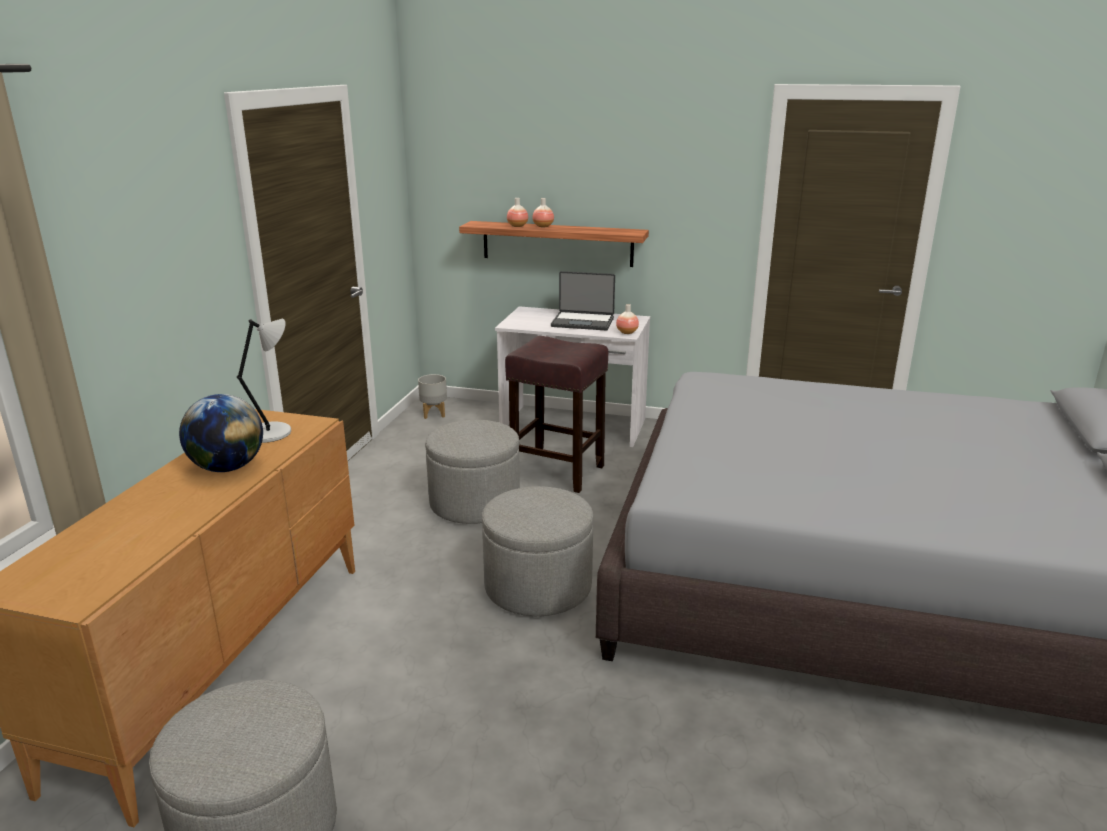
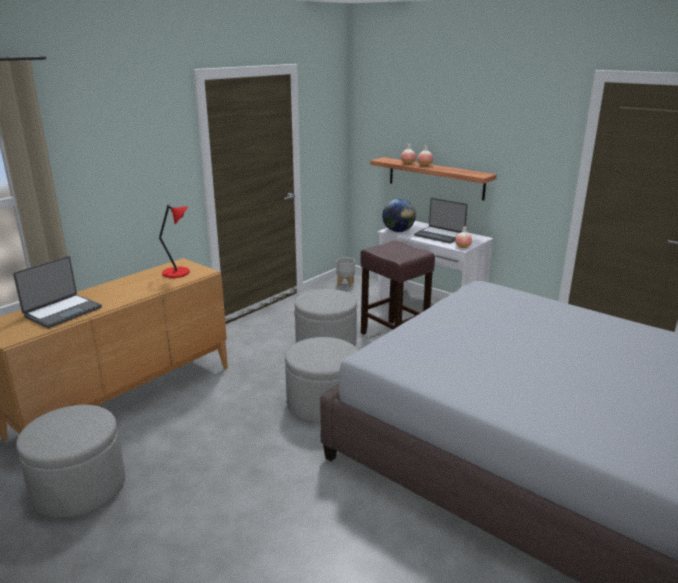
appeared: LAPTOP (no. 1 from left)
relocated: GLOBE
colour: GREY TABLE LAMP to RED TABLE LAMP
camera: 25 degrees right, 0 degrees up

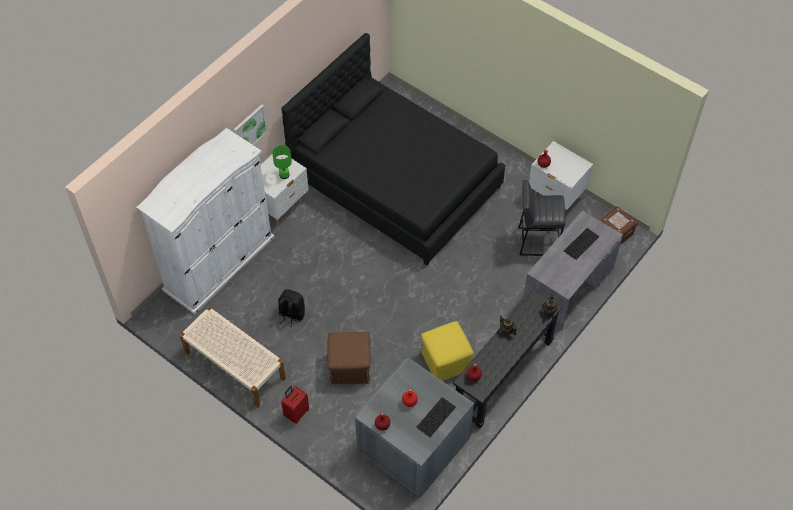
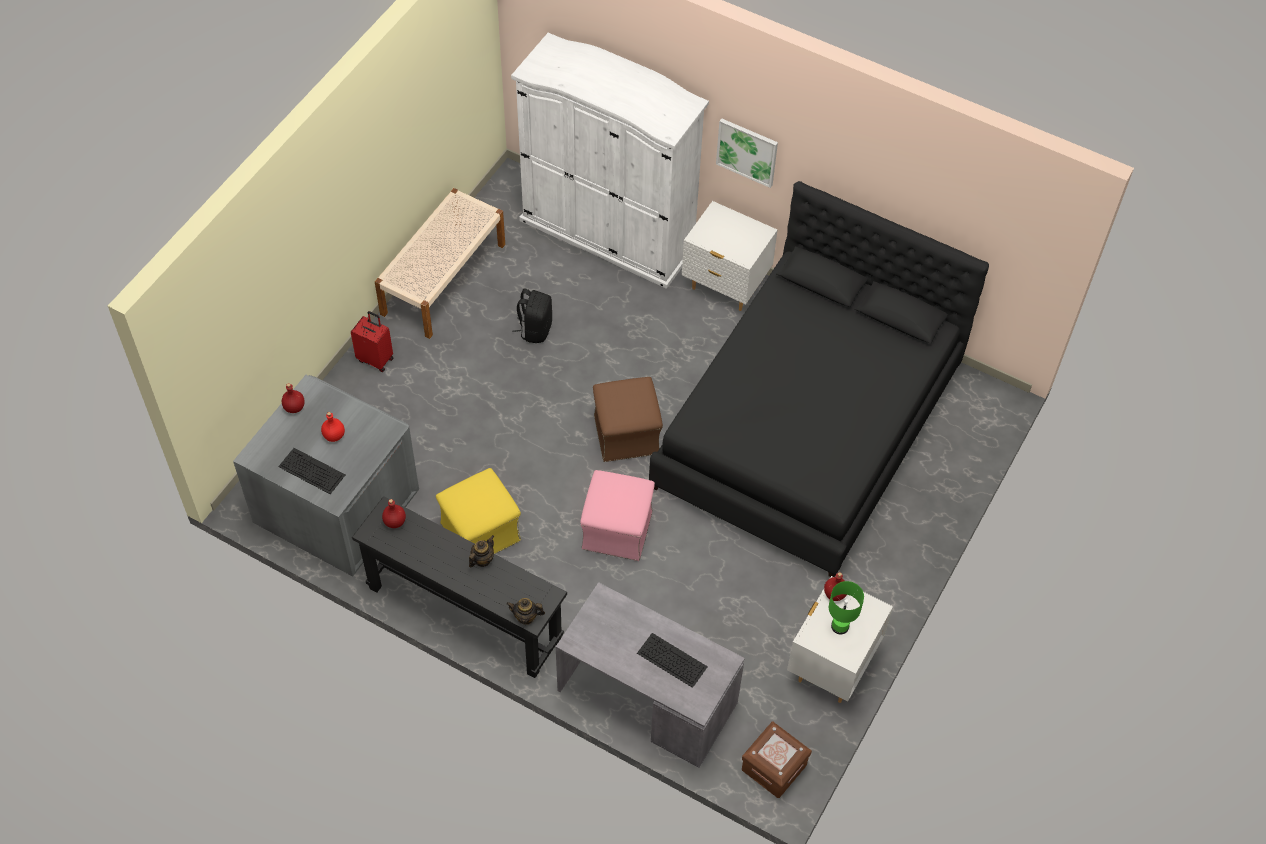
missing: GREY STOOL
appeared: PINK OTTOMAN
relocated: GREEN TABLE LAMP; BROWN OTTOMAN
camera: 80 degrees right, 0 degrees up

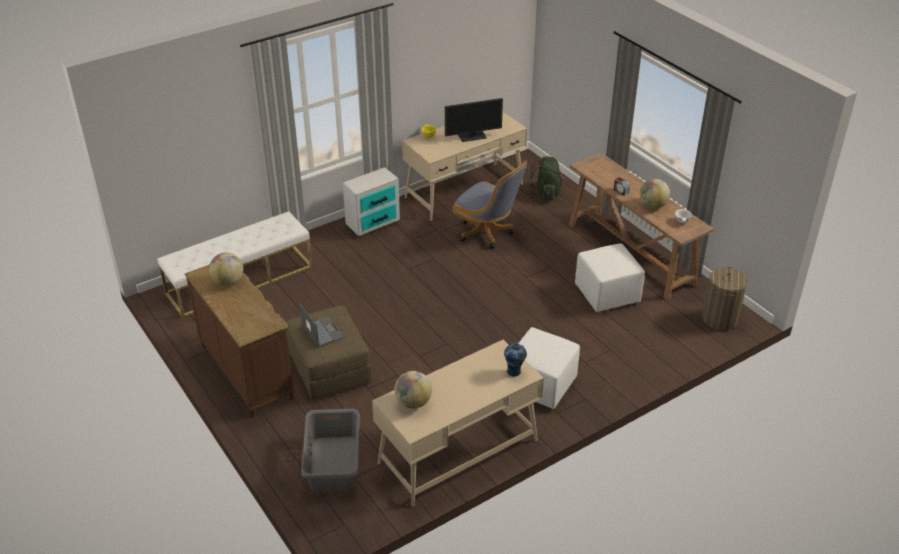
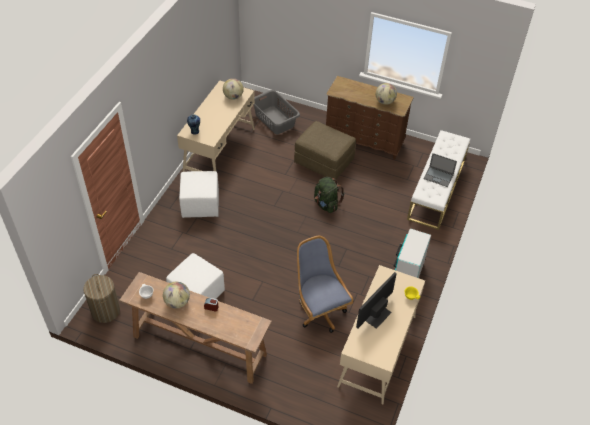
relocated: LAPTOP; GREEN BACKPACK
spun: BLUE OFFICE CHAIR 60 degrees clockwise
camera: 145 degrees right, 10 degrees up

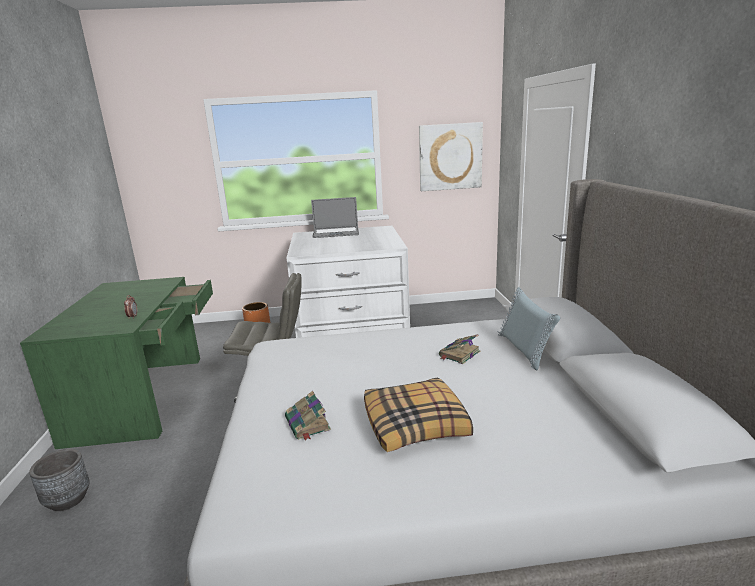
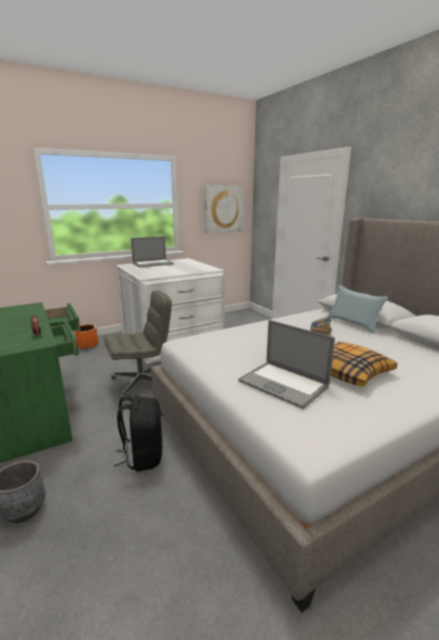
appeared: BLACK BACKPACK
exchanged: BOOK (no. 1 from left) to LAPTOP (no. 2 from left)
camera: 25 degrees left, 0 degrees up

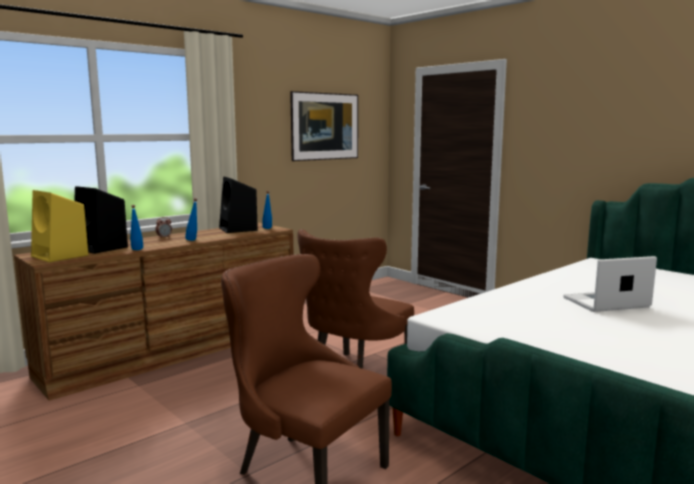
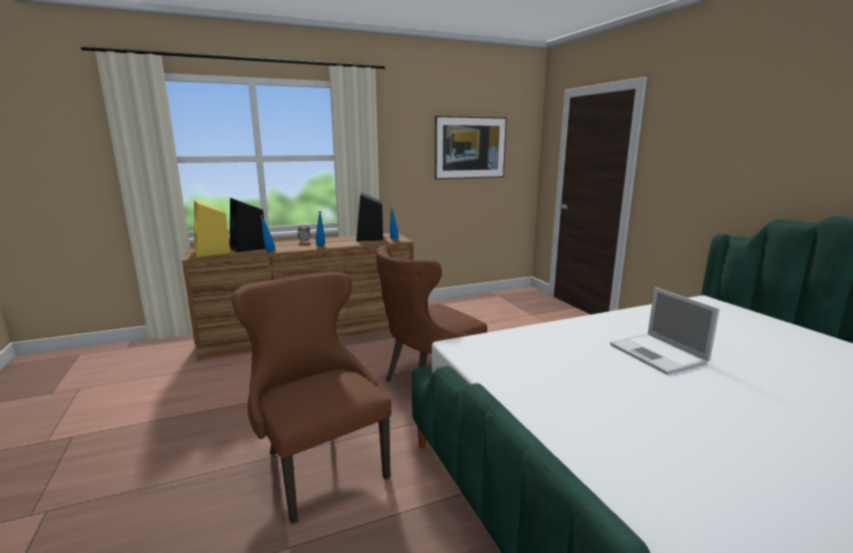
spun: LAPTOP 120 degrees counterclockwise
camera: 20 degrees right, 5 degrees up

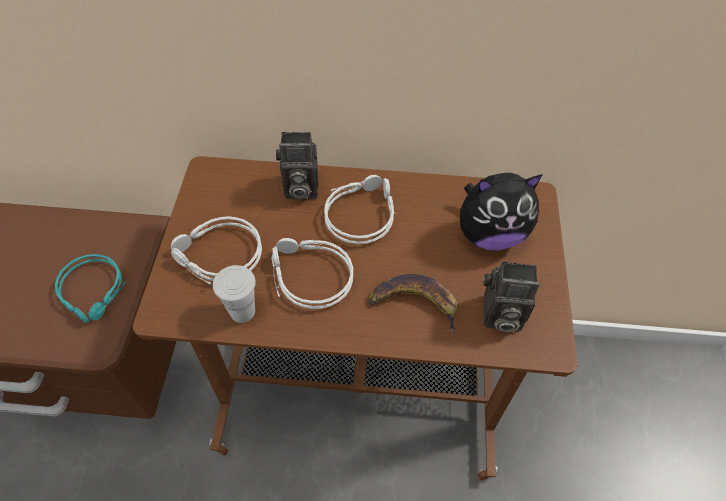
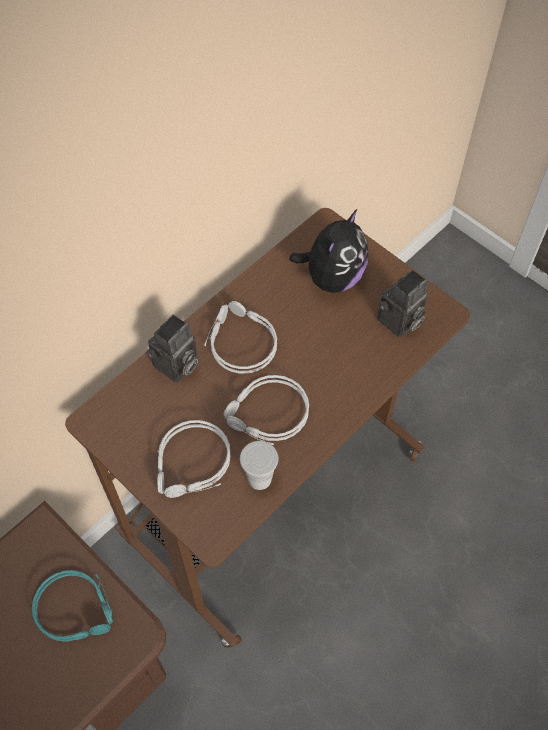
missing: BANANA
camera: 50 degrees left, 5 degrees up

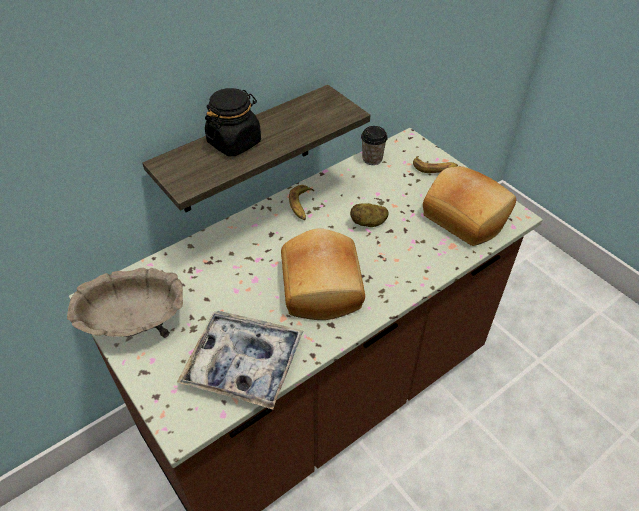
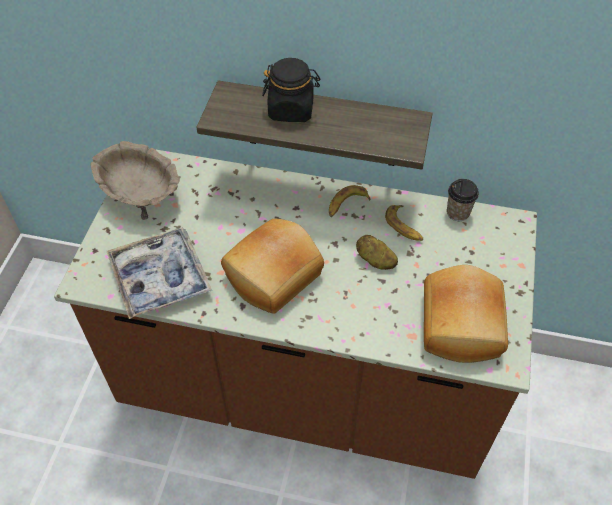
relocated: BANANA (no. 2 from left)
camera: 50 degrees right, 5 degrees up

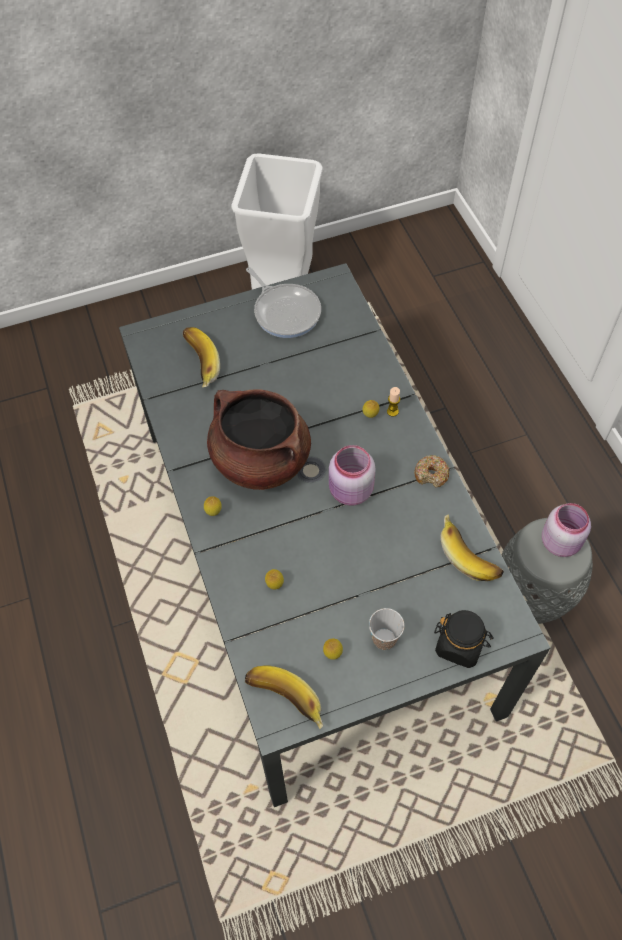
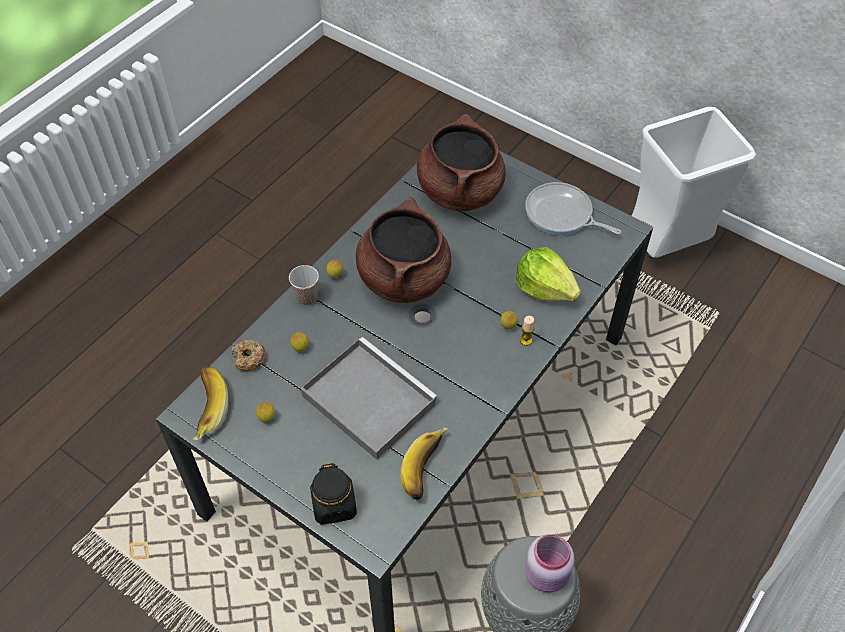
missing: PINK JAR (no. 1 from left)
appeared: GREY TRAY; LETTUCE
relocated: CUP; DONUT
exchanged: BANANA (no. 1 from left) to BROWN COOKING POT (no. 2 from left)
spun: FRYING PAN 105 degrees clockwise
camera: 55 degrees right, 5 degrees down

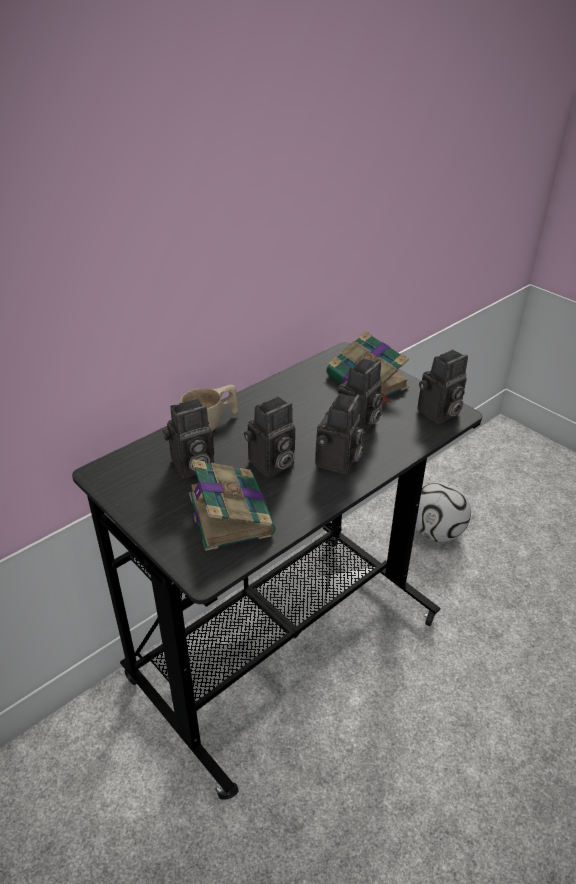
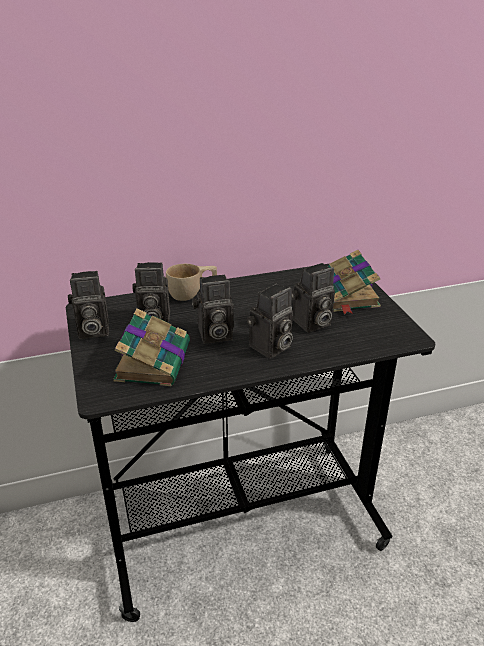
missing: FOOTBALL
relocated: PHOTO CAMERA (no. 5 from left in the first image) to PHOTO CAMERA (no. 1 from left)
camera: 25 degrees right, 5 degrees down

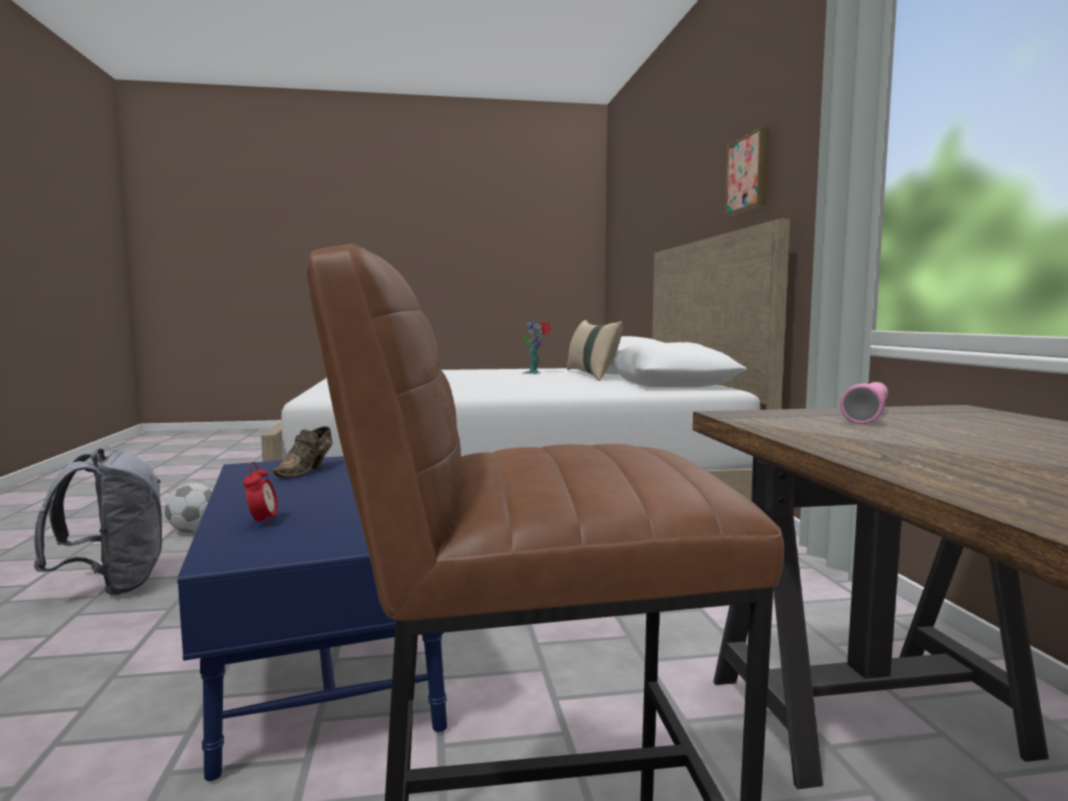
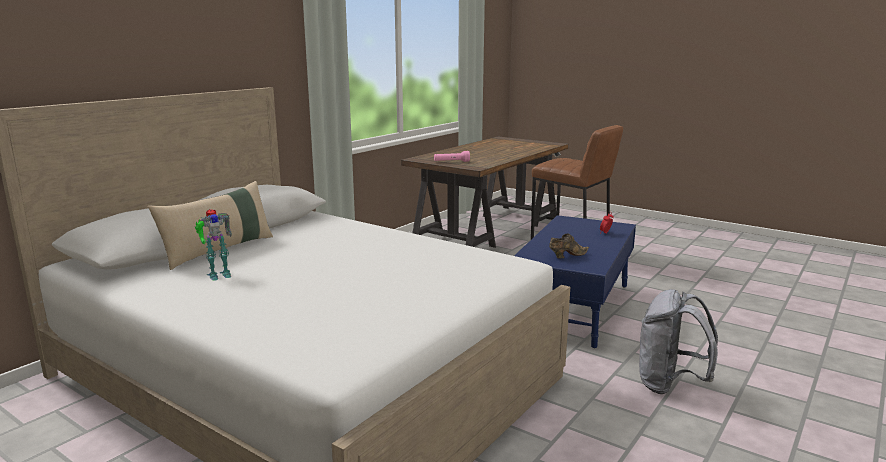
missing: FOOTBALL; PICTURE
camera: 135 degrees left, 10 degrees up

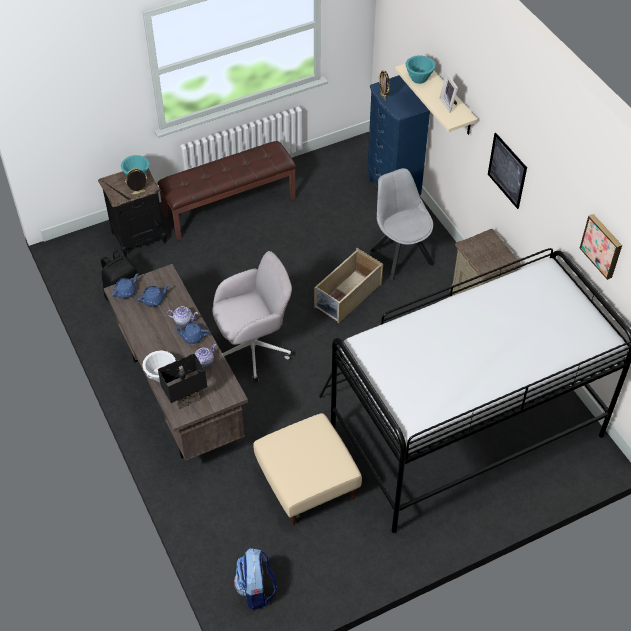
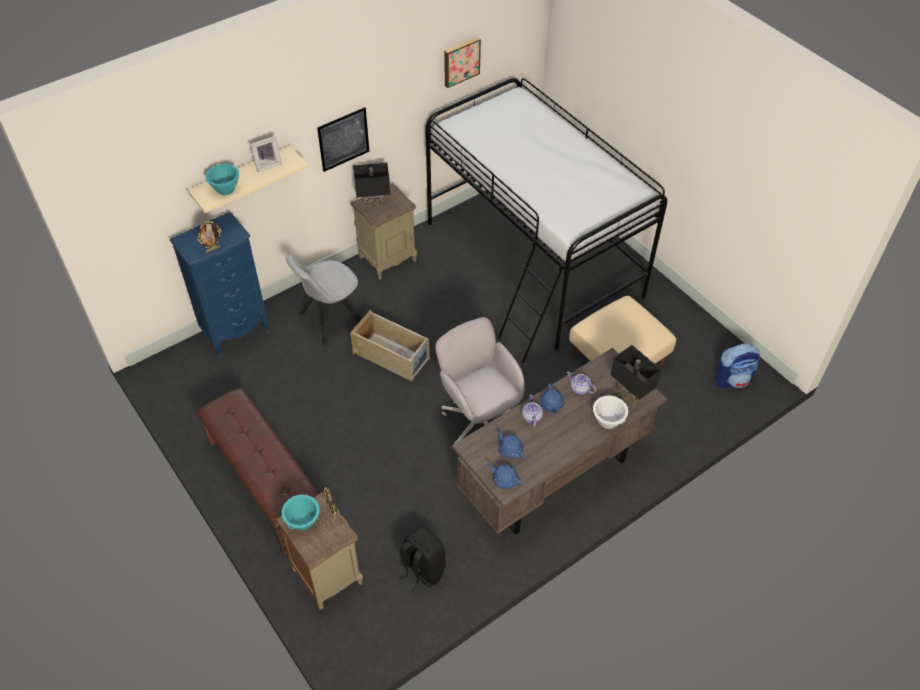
appeared: BLACK TABLE LAMP (no. 1 from left)
colour: BLACK NIGHTSTAND to BEIGE NIGHTSTAND (no. 1 from left)
camera: 100 degrees left, 0 degrees up

